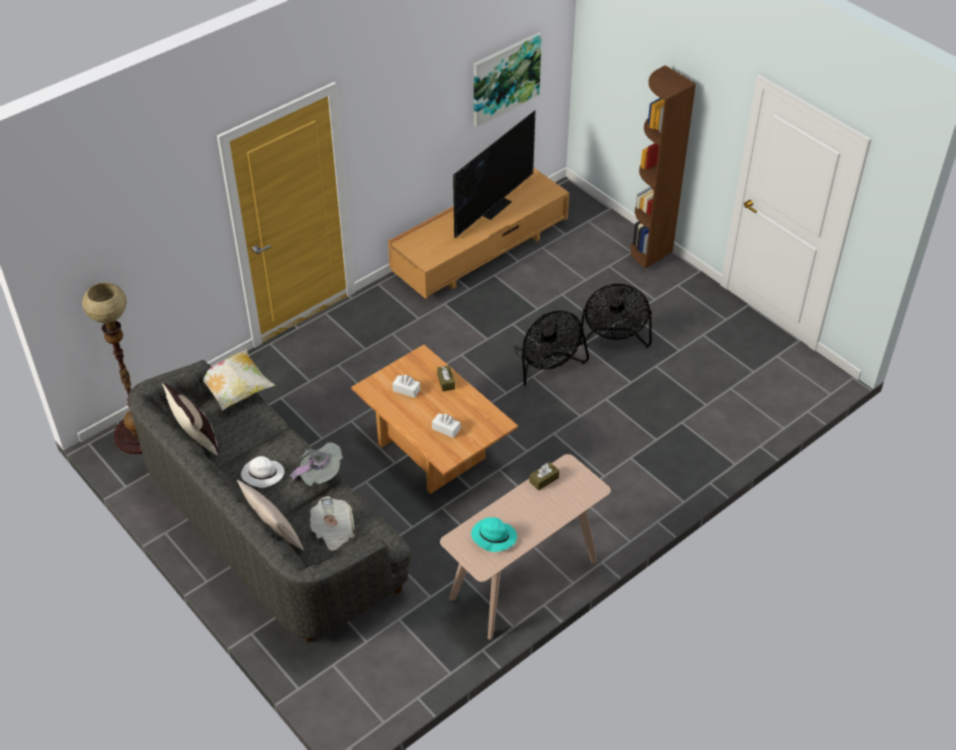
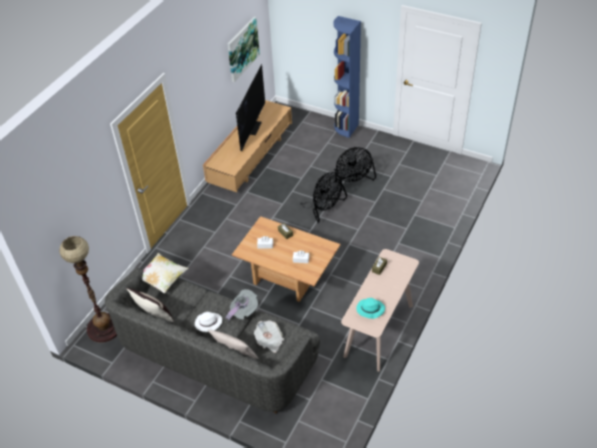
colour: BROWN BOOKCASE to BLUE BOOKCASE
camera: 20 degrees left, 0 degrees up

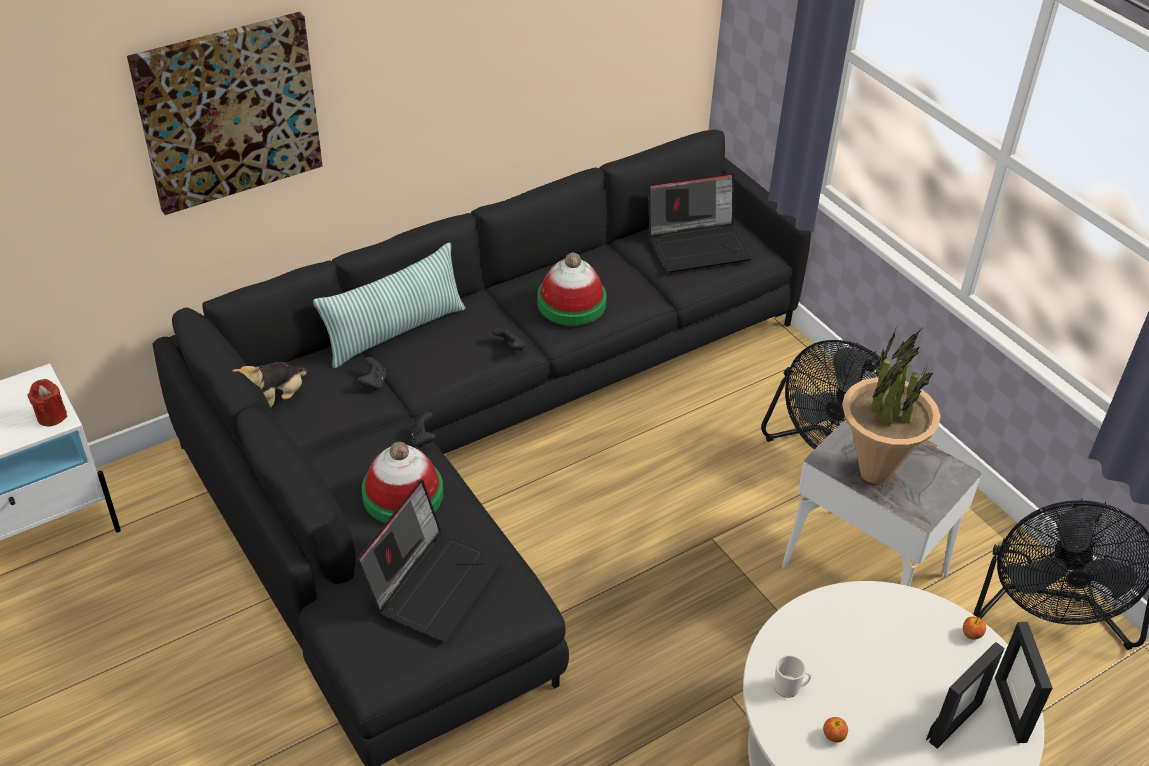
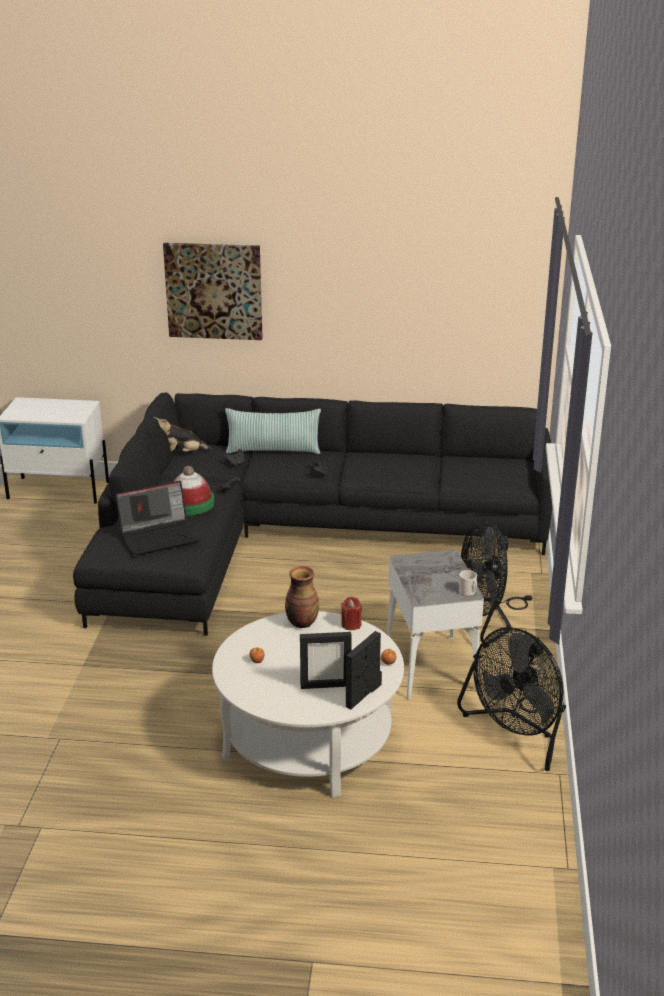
missing: HAT (no. 2 from left); LAPTOP (no. 2 from left); POTTED PLANT
appeared: VASE
relocated: RED CANDLE; MUG
camera: 40 degrees right, 15 degrees down

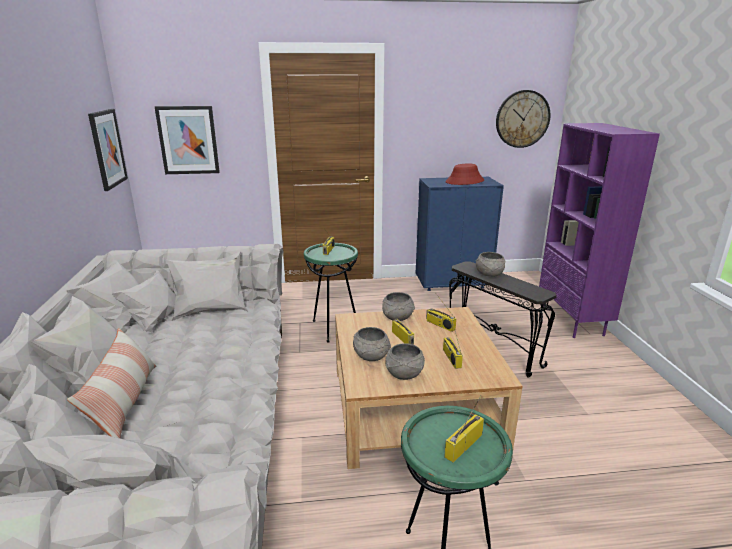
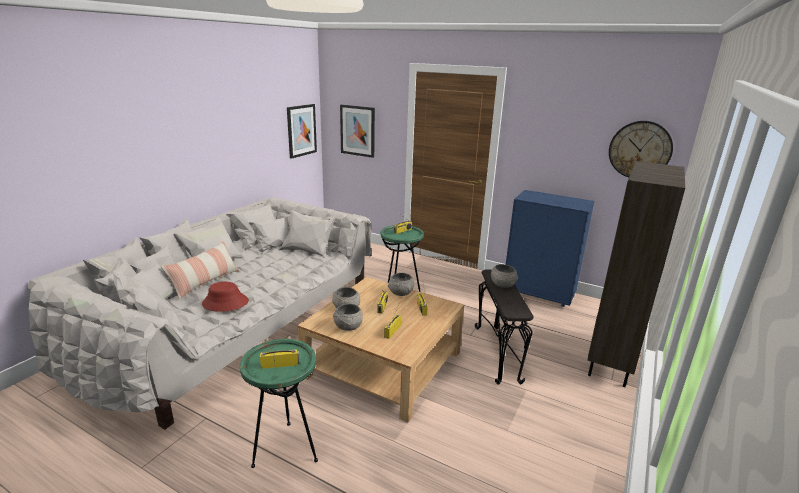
relocated: RED HAT
colour: PURPLE BOOKCASE to BROWN BOOKCASE
camera: 35 degrees right, 0 degrees up

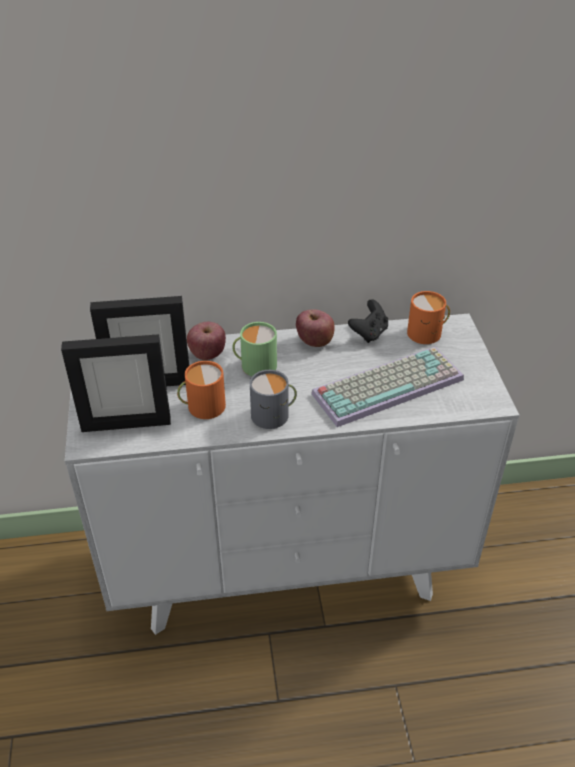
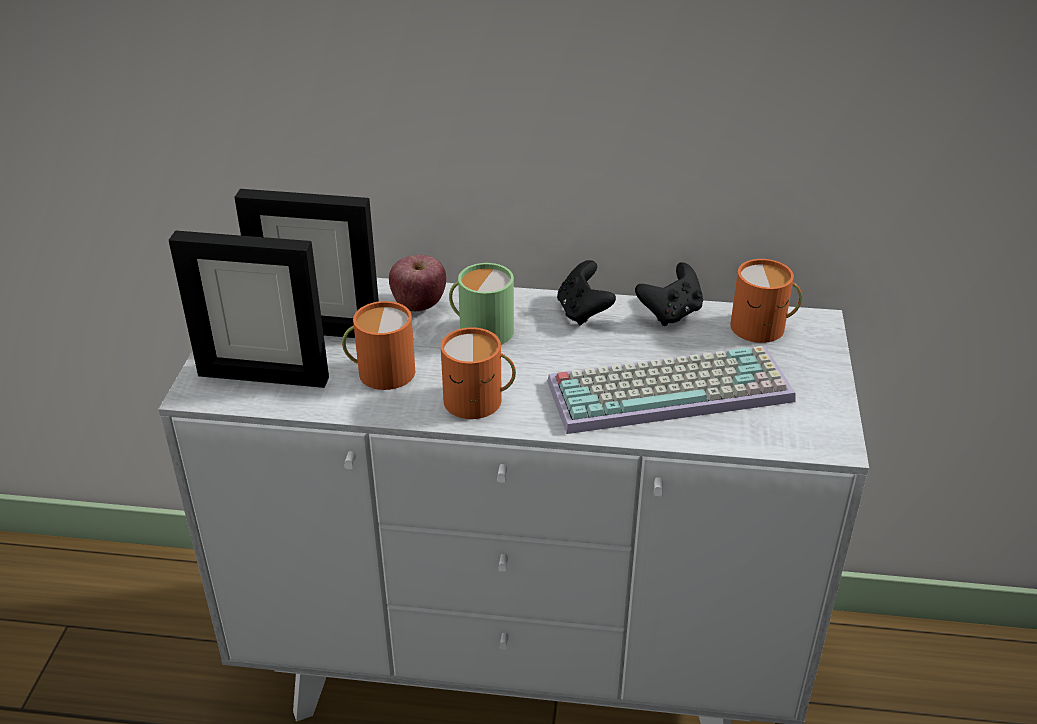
exchanged: APPLE (no. 2 from left) to BLACK GAME CONTROLLER (no. 1 from left)
colour: GREY MUG to ORANGE MUG (no. 2 from left)
camera: 15 degrees right, 5 degrees down

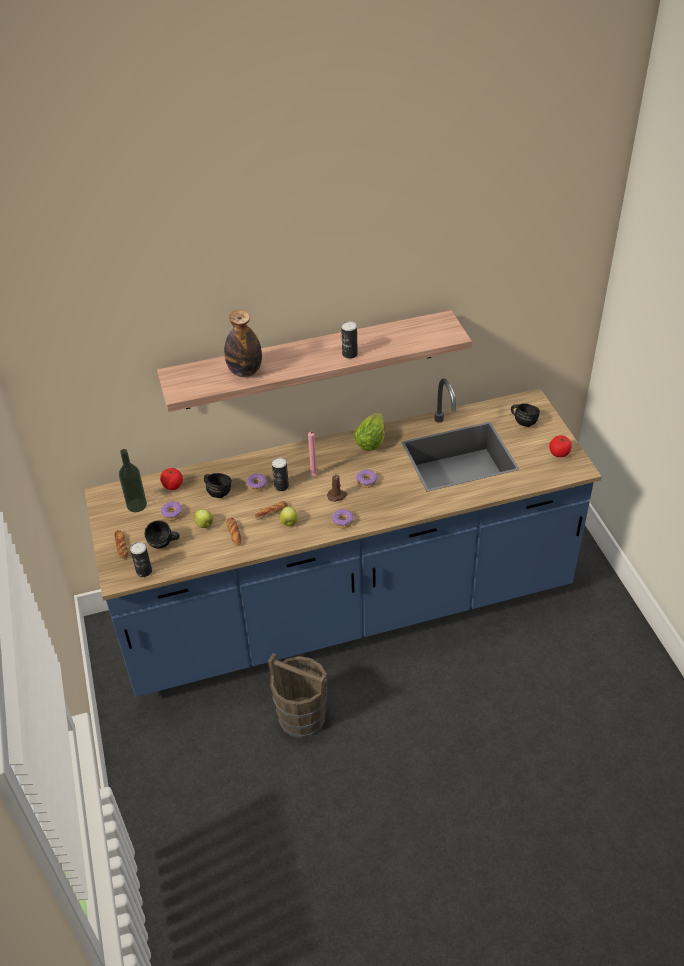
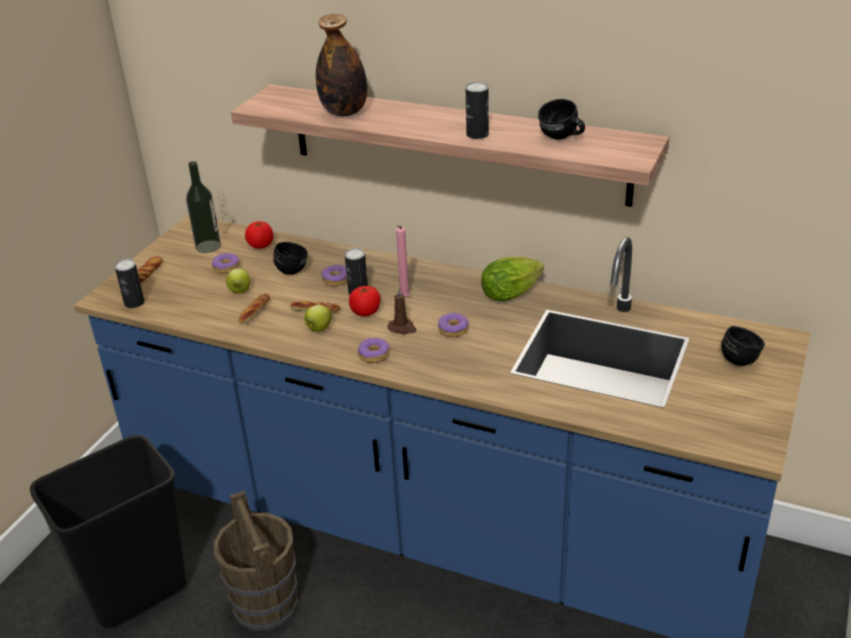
appeared: BLACK TRASH CAN
relocated: BLACK MUG (no. 1 from left in the first image) to BLACK MUG (no. 2 from left); TOMATO (no. 2 from left)
camera: 40 degrees right, 10 degrees down

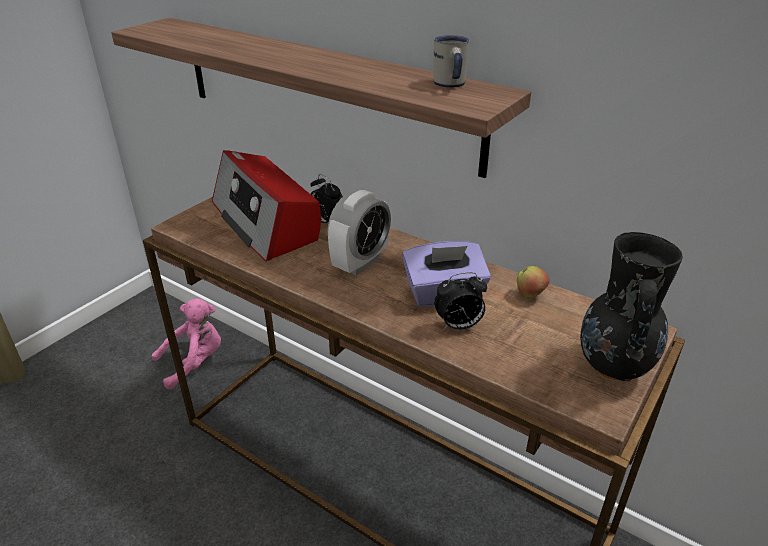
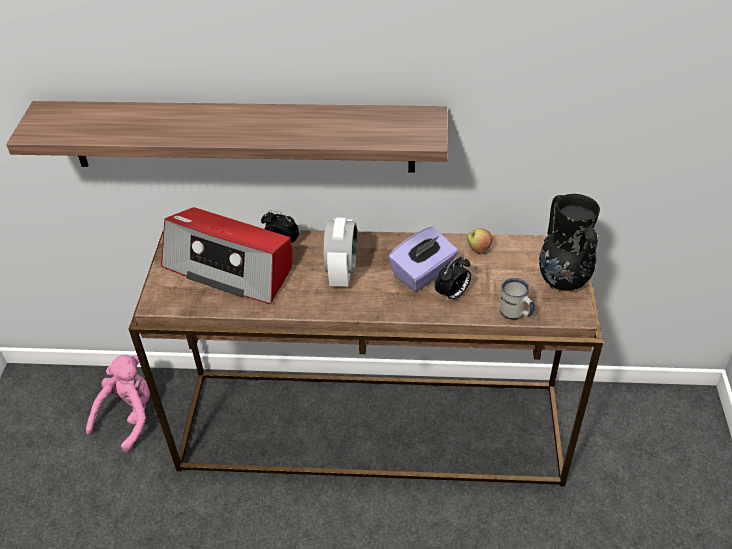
relocated: WHITE MUG
camera: 30 degrees left, 10 degrees up

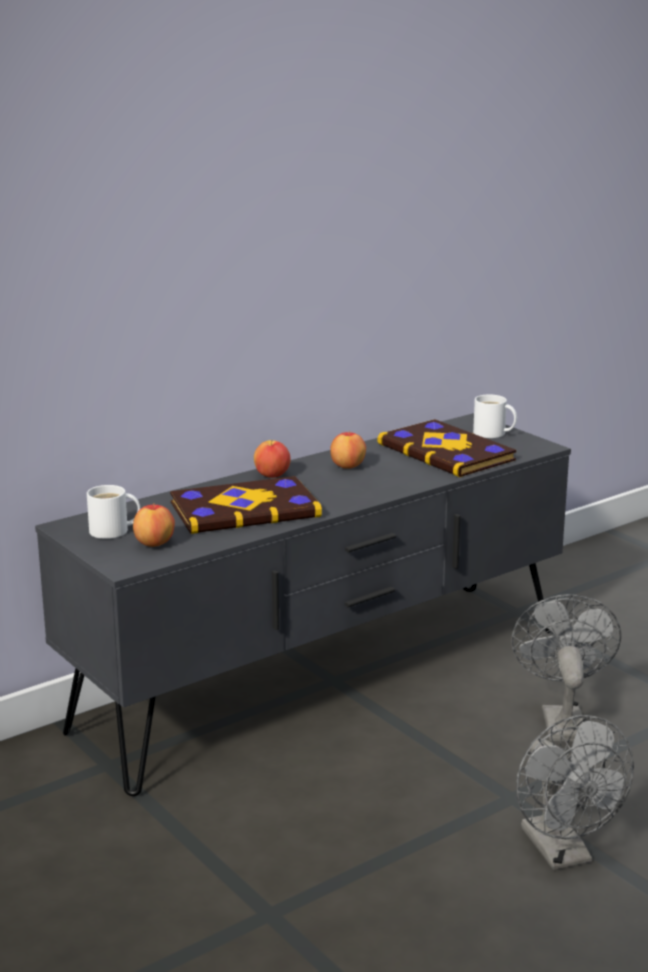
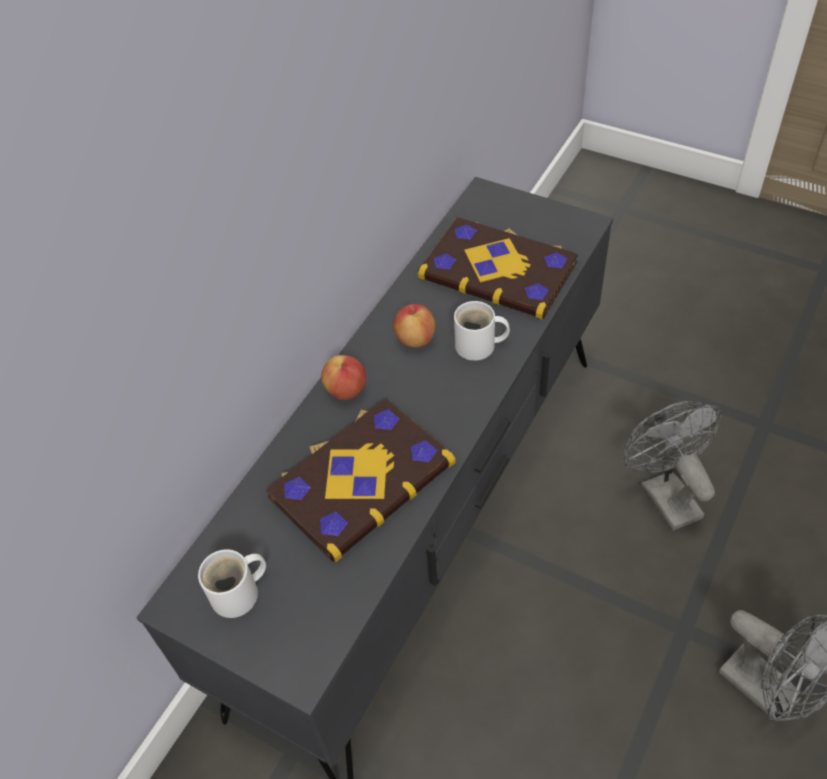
missing: APPLE (no. 1 from left)
relocated: WHITE MUG (no. 2 from left)
camera: 20 degrees left, 30 degrees up

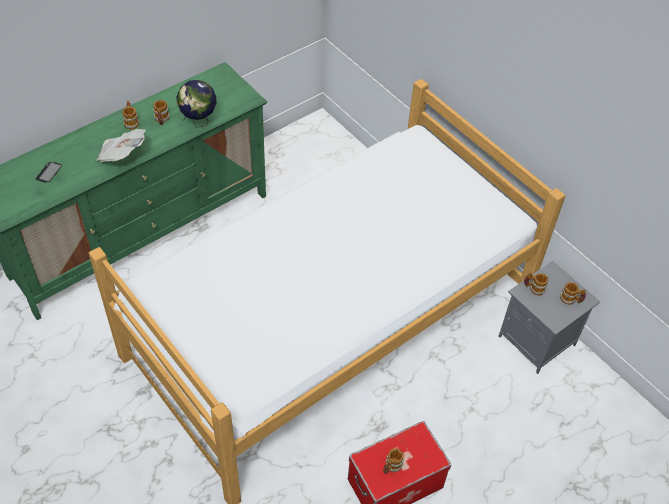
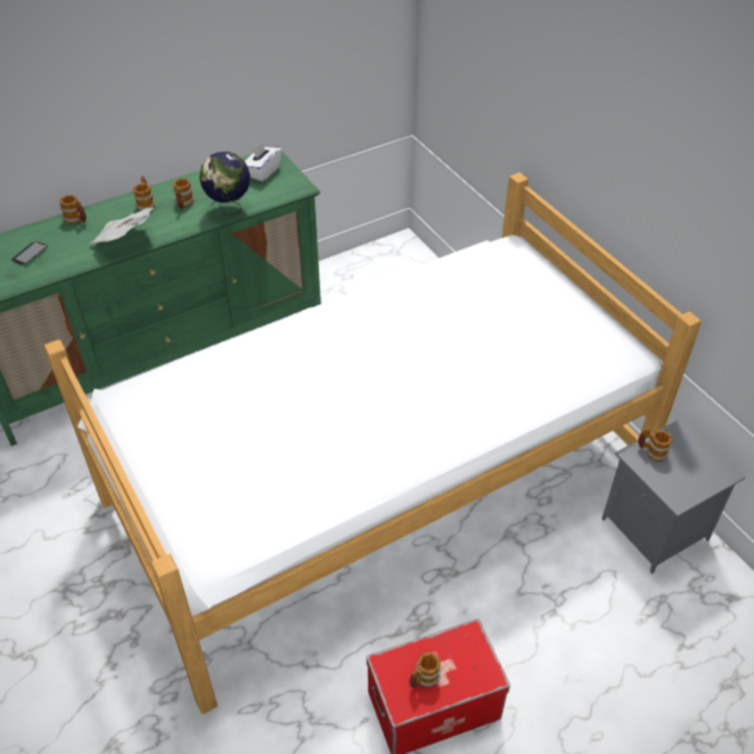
appeared: WHITE TISSUE BOX
relocated: MUG (no. 5 from left in the first image) to MUG (no. 1 from left)
camera: 10 degrees right, 5 degrees down

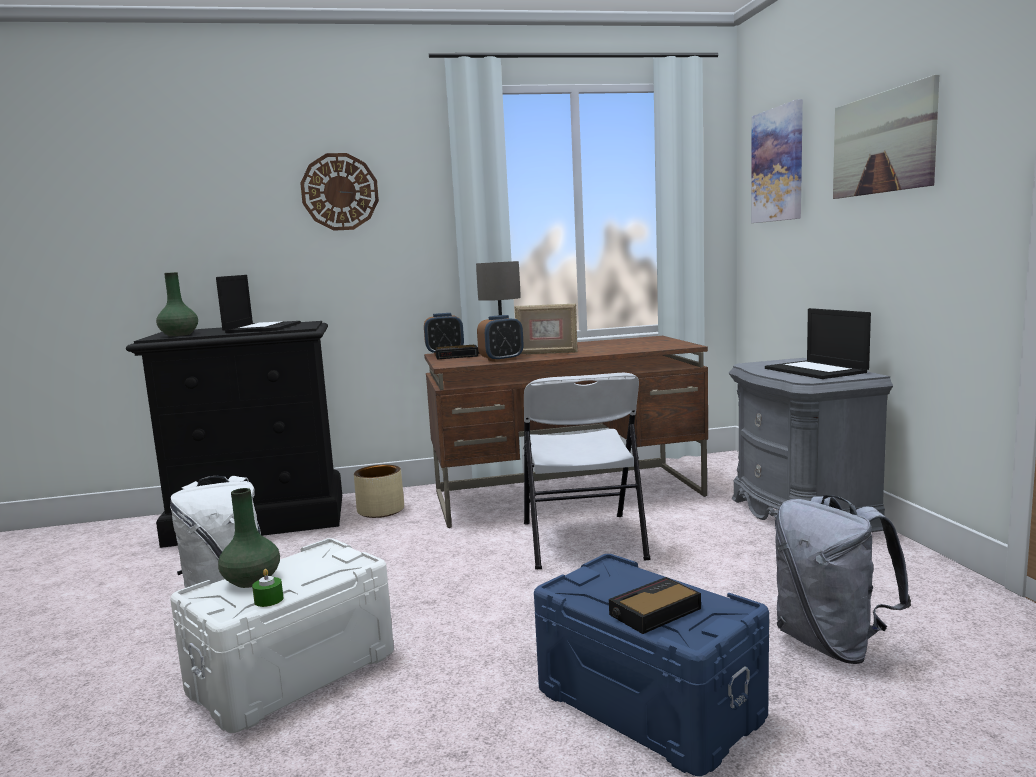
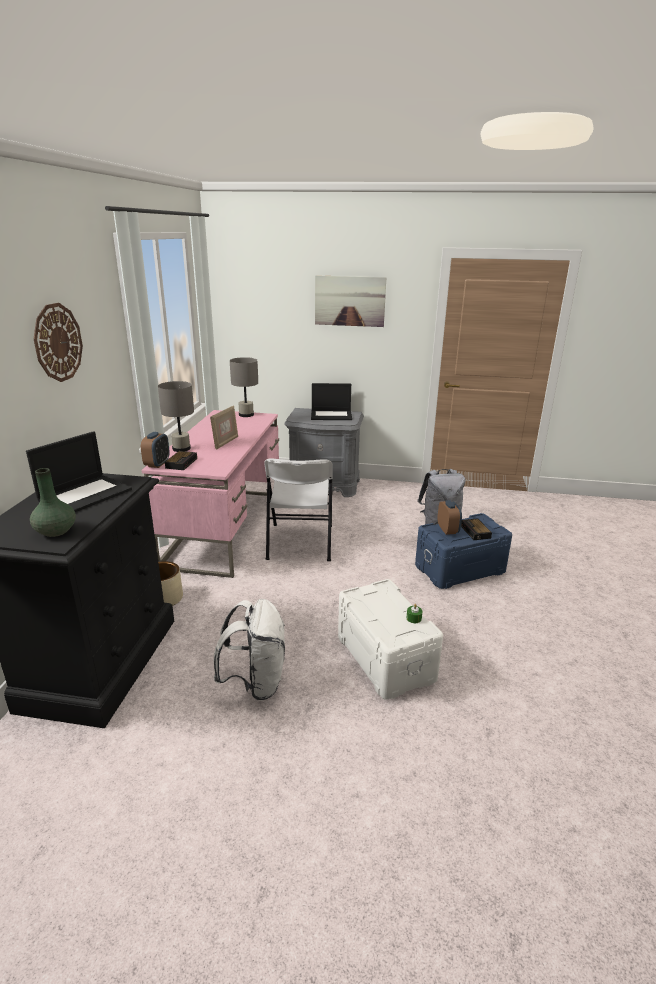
missing: GREEN VASE (no. 2 from left); PICTURE (no. 1 from left)
appeared: GREY TABLE LAMP (no. 2 from left)
relocated: ALARM CLOCK (no. 3 from left)
colour: BROWN DESK to PINK DESK
spun: LAPTOP (no. 1 from left) 105 degrees clockwise; WHITE CHAIR 75 degrees clockwise
camera: 70 degrees left, 15 degrees up

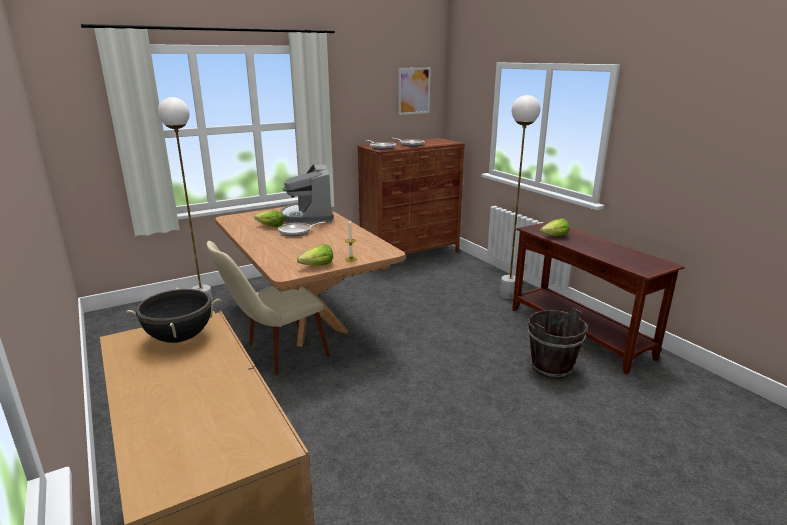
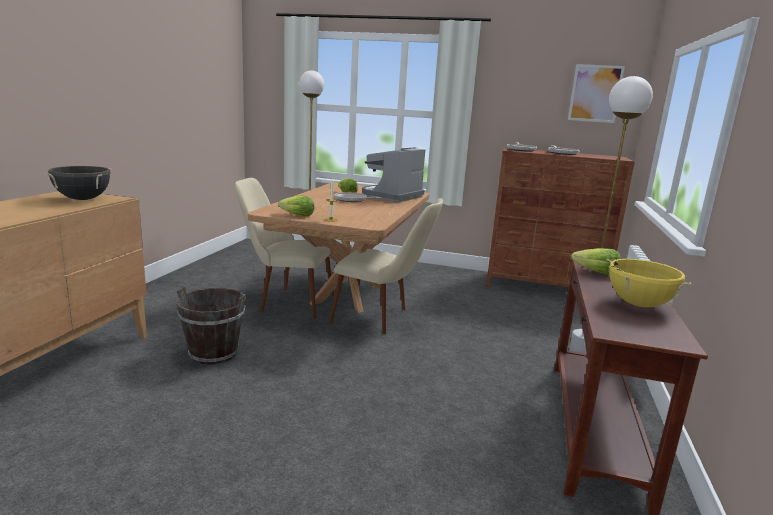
appeared: BEIGE CHAIR (no. 2 from left); YELLOW COOKING POT
relocated: BROWN BUCKET
camera: 45 degrees right, 5 degrees down

